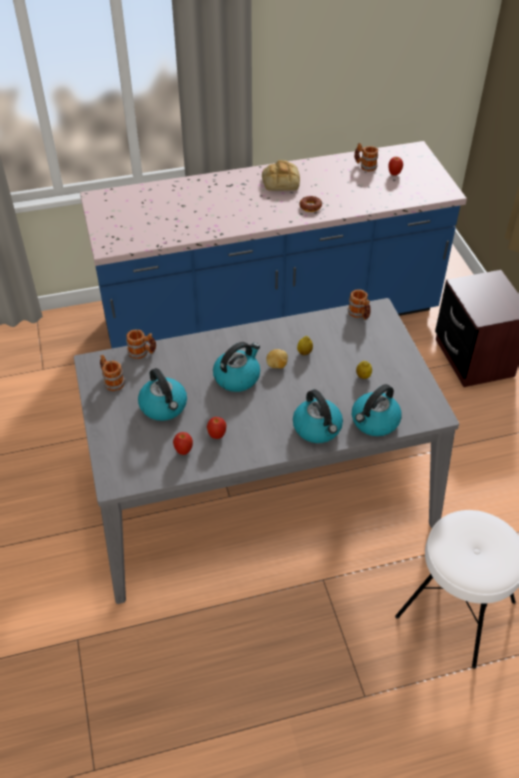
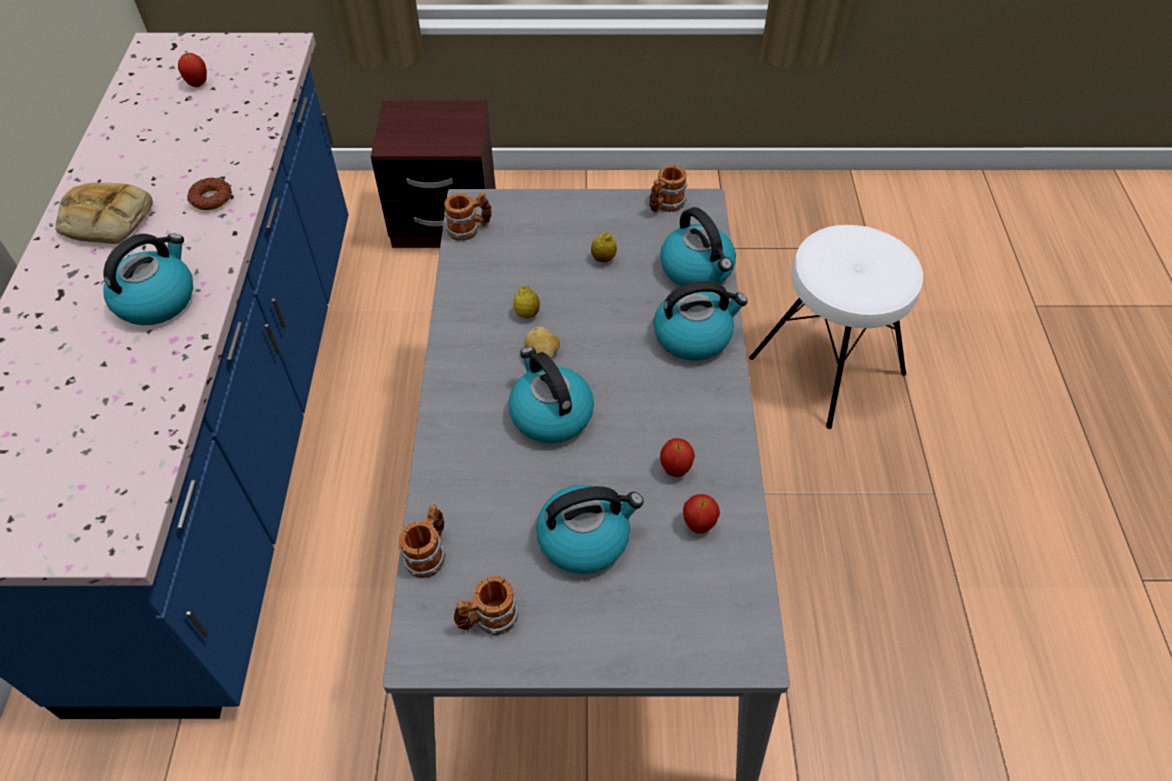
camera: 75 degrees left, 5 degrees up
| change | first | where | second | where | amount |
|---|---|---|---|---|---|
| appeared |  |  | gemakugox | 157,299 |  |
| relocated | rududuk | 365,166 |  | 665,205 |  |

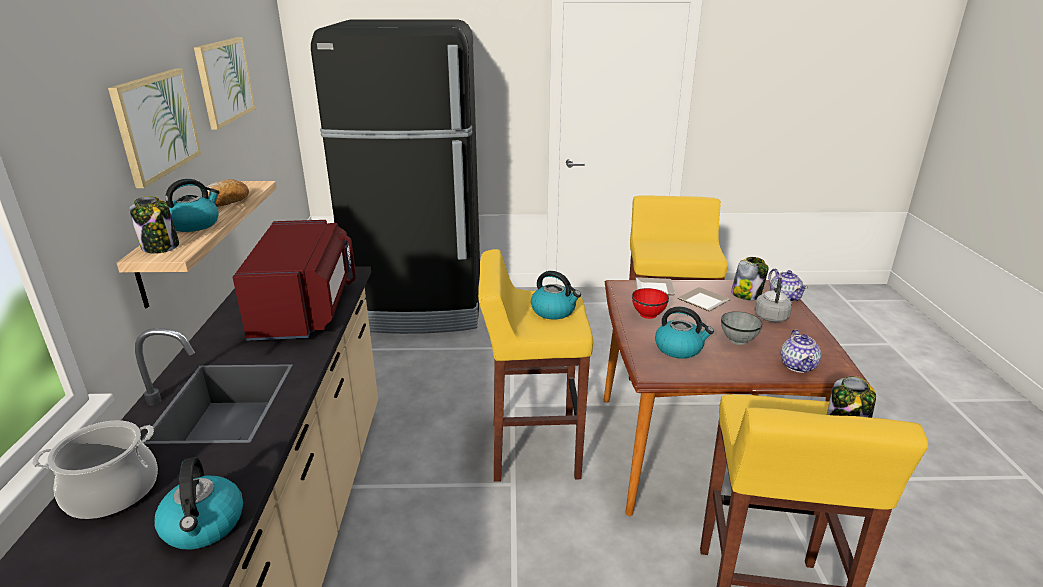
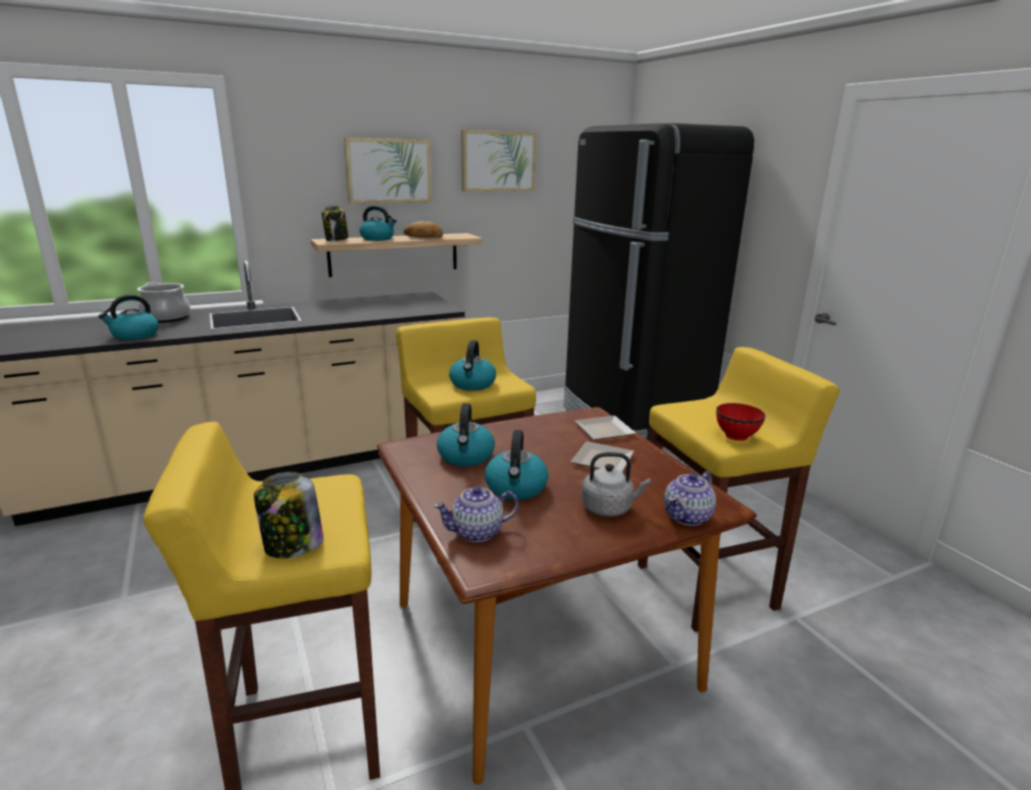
camera: 65 degrees right, 5 degrees down
| change | first | where | second | where | amount |
|---|---|---|---|---|---|
| exchanged | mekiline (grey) | 738,340 | gemakugox | 516,488 |  |
| relocated | mekiline (red) | 648,314 |  | 736,436 |  |
| missing | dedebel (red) | 306,308 |  |  |  |
| missing | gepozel | 746,295 |  |  |  |

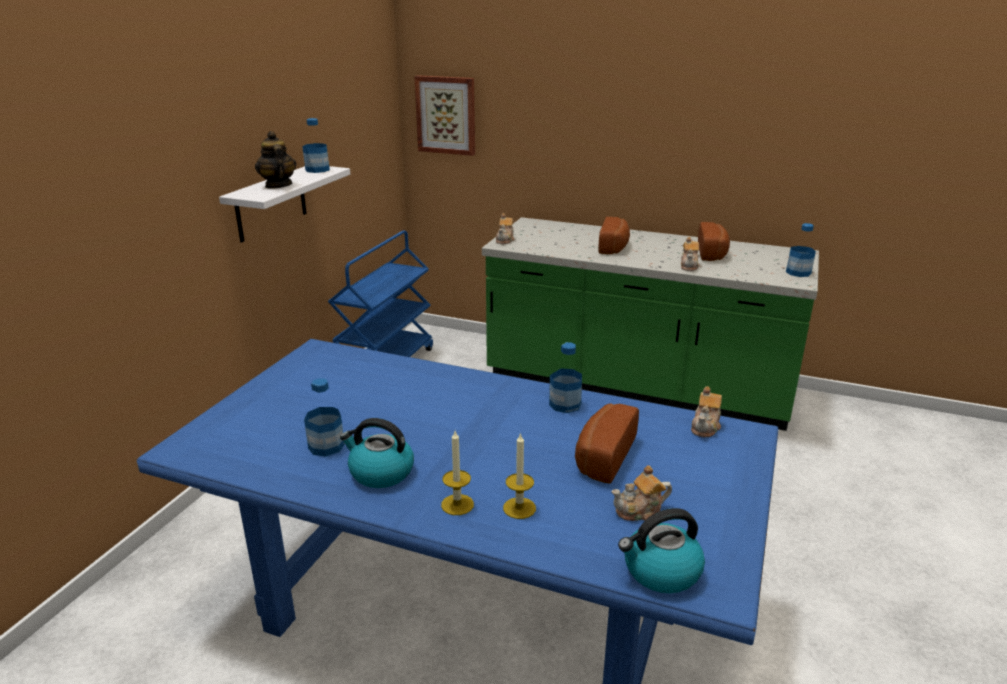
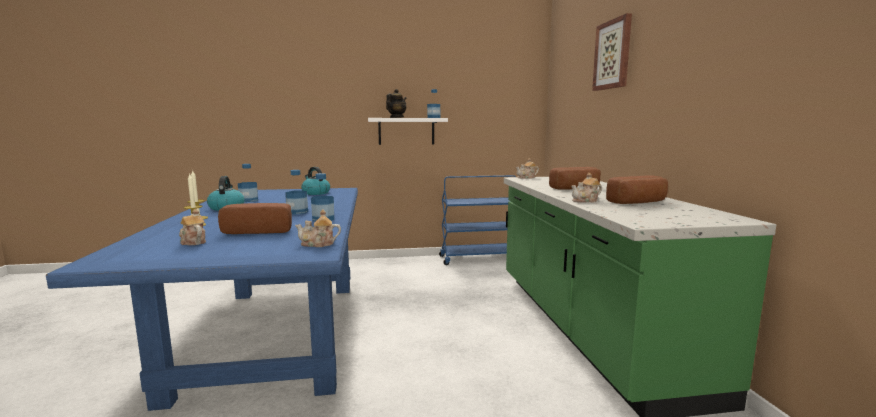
camera: 60 degrees right, 15 degrees down
| change | first | where | second | where | amount |
|---|---|---|---|---|---|
| relocated | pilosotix | 798,272 |  | 297,212 |  |
| relocated | gemakugox | 660,571 |  | 315,193 |  |
| relocated | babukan | 446,115 |  | 613,55 |  |

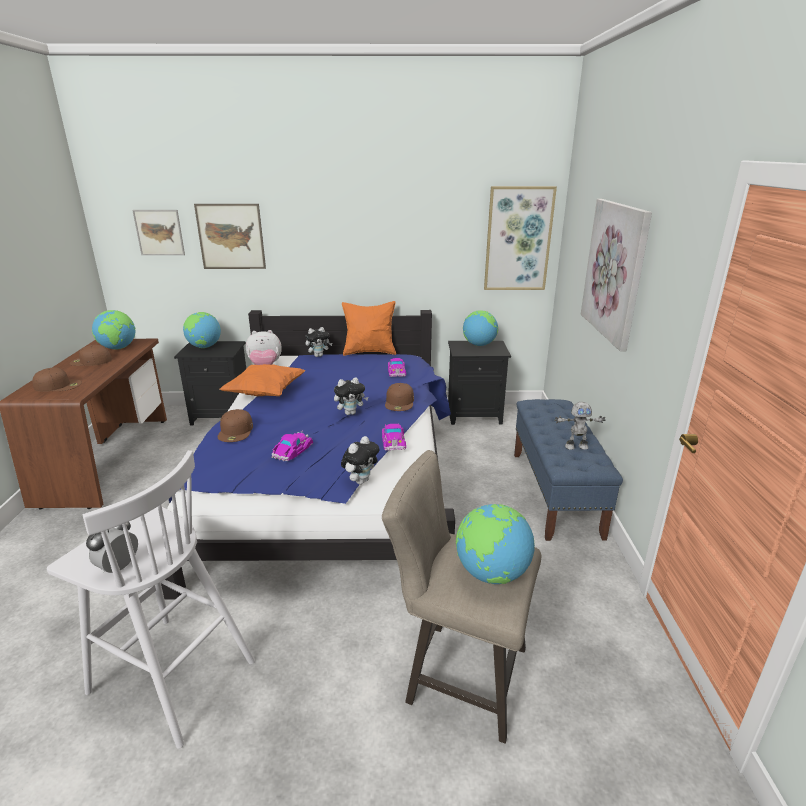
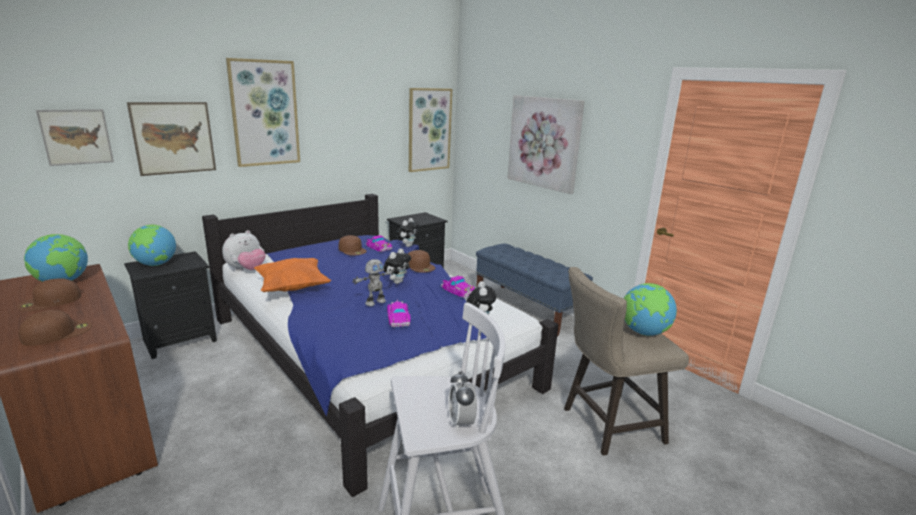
camera: 40 degrees left, 5 degrees down
| change | first | where | second | where | amount |
|---|---|---|---|---|---|
| appeared |  |  | babukan | 264,113 |  |
| relocated | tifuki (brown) | 236,431 |  | 352,250 |  |
| relocated | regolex | 576,446 |  | 375,302 |  |
| relocated | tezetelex | 319,355 |  | 408,246 |  |
| missing | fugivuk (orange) | 369,352 |  |  |  |
| missing | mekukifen | 479,345 |  |  |  |

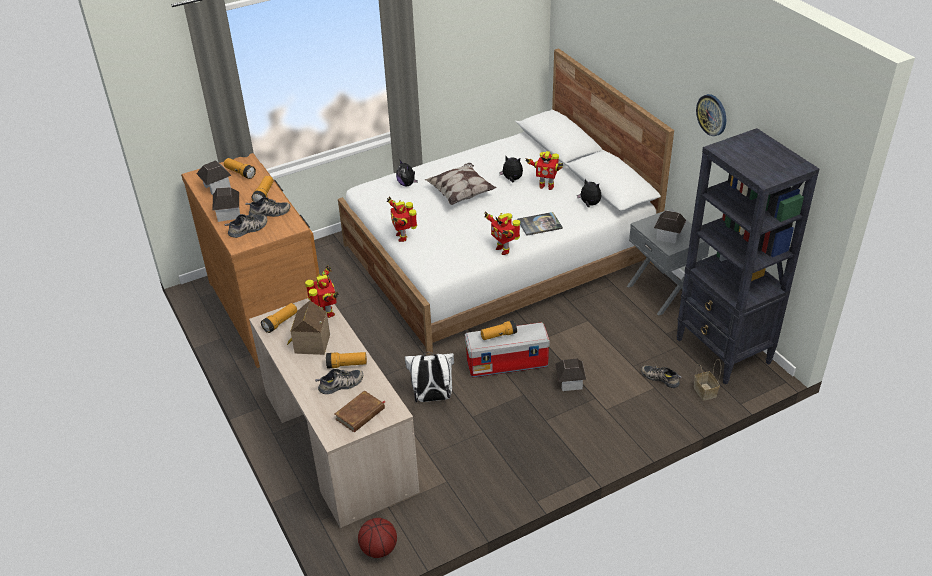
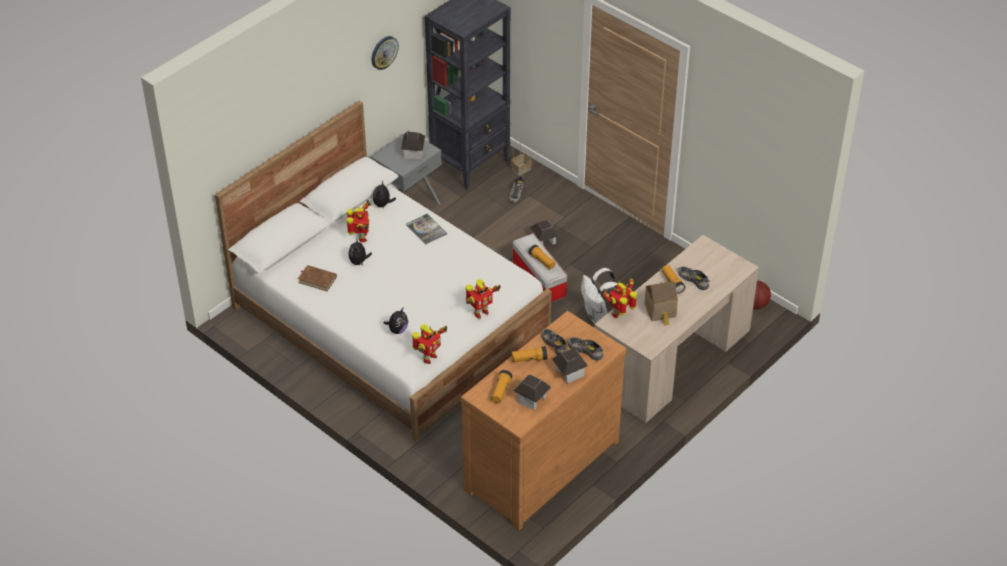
camera: 110 degrees left, 5 degrees up
| change | first | where | second | where | amount |
|---|---|---|---|---|---|
| relocated | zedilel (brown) | 360,414 |  | 317,280 |  |
| relocated | regolex | 503,249 |  | 428,358 |  |
| missing | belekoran | 280,322 |  |  |  |
| missing | fugivuk | 461,193 |  |  |  |

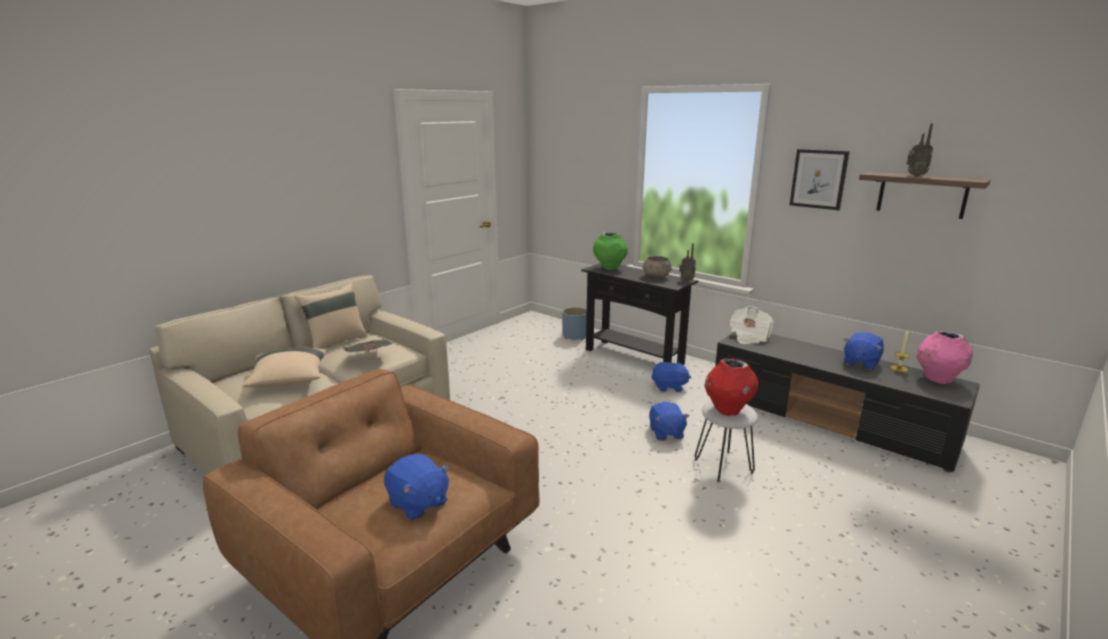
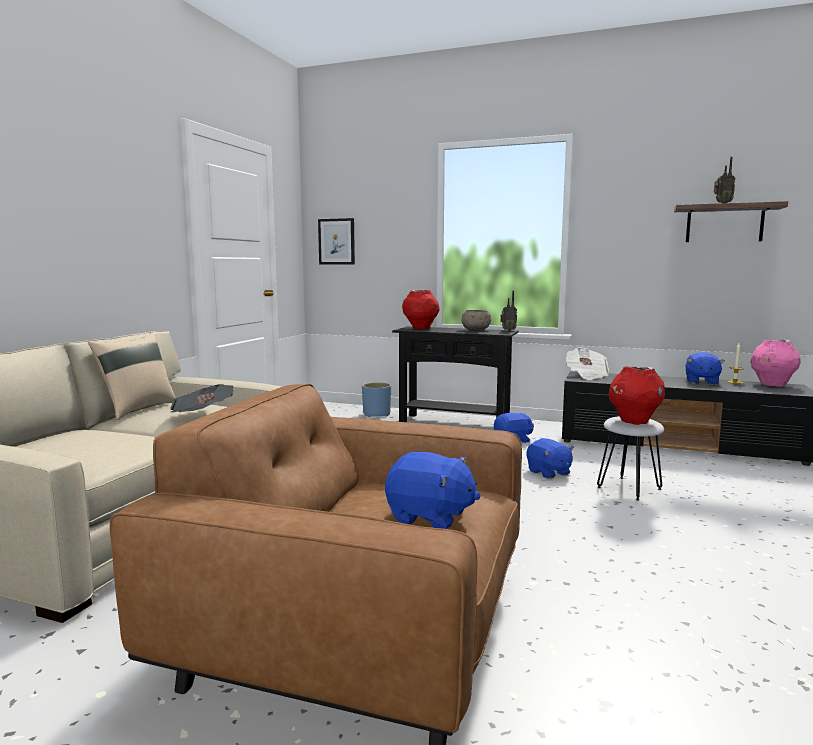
camera: 20 degrees left, 10 degrees down
| change | first | where | second | where | amount |
|---|---|---|---|---|---|
| relocated | babukan | 818,179 |  | 336,241 |  |
| colour | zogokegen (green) | 609,268 | zogokegen (red) | 421,328 |  |
| missing | fugivuk (beige) | 289,380 |  |  |  |

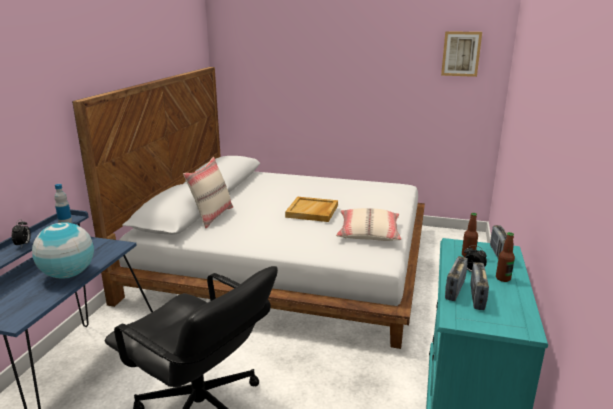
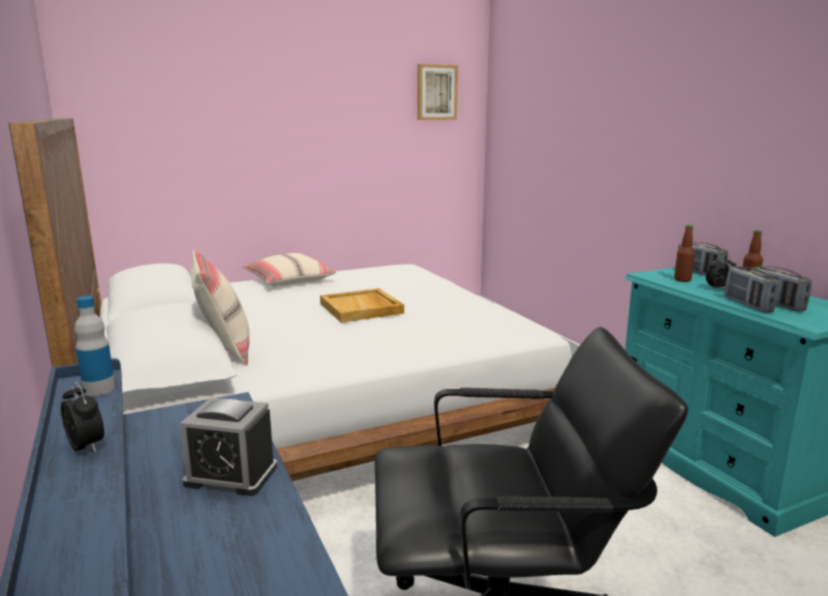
camera: 40 degrees left, 5 degrees down
| change | first | where | second | where | amount |
|---|---|---|---|---|---|
| exchanged | mekukifen | 68,274 | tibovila | 231,475 |  |
| relocated | fugivuk (beige) | 368,233 |  | 289,280 |  |

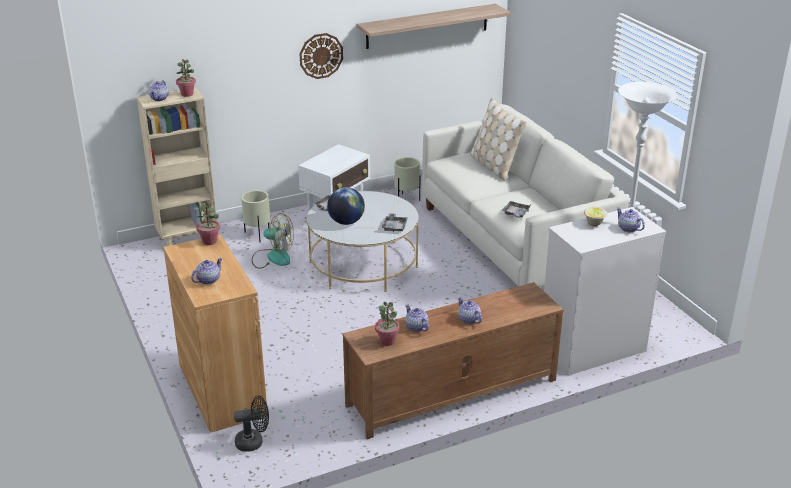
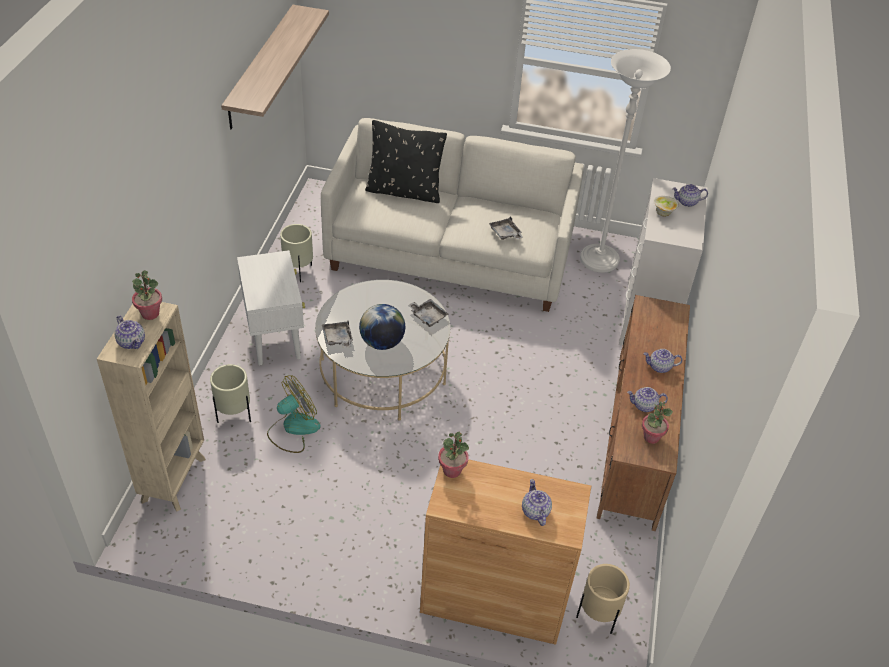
camera: 55 degrees left, 15 degrees up
| change | first | where | second | where | amount |
|---|---|---|---|---|---|
| colour | fugivuk (beige) | 494,166 | fugivuk (black) | 404,191 |  |
| exchanged | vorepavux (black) | 254,442 | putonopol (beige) | 597,616 |  |
| missing | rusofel | 321,55 |  |  |  |

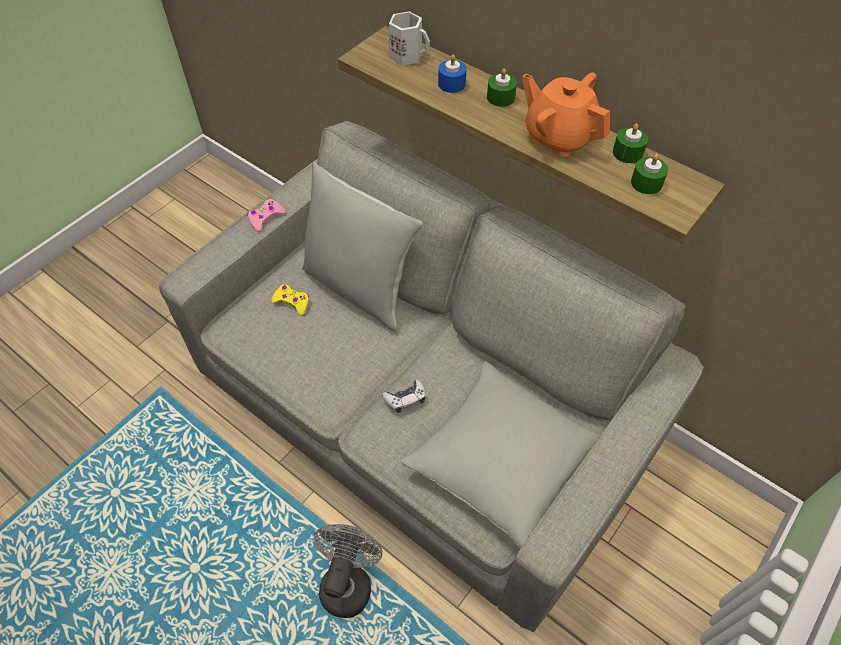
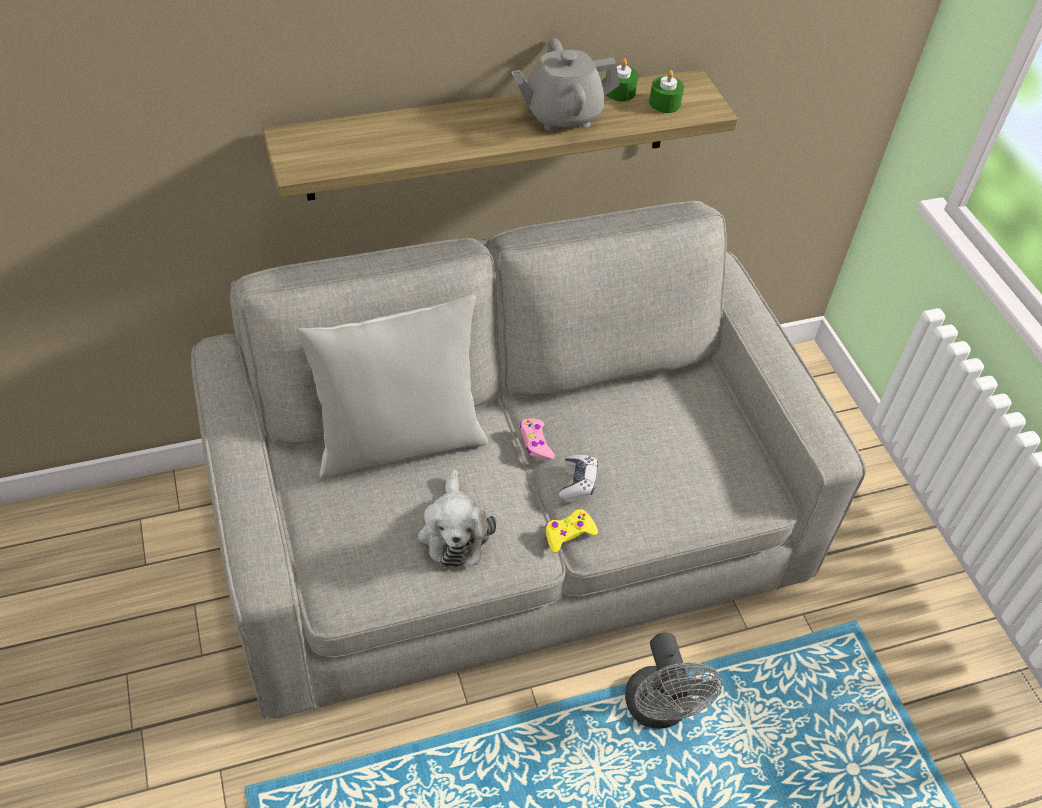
camera: 60 degrees left, 5 degrees down
| change | first | where | second | where | amount |
|---|---|---|---|---|---|
| appeared |  |  | tezetelex | 454,531 |  |
| colour | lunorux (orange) | 559,137 | lunorux (grey) | 561,115 |  |
| relocated | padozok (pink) | 266,218 |  | 535,443 |  |
| relocated | padozok (yellow) | 292,302 |  | 568,534 |  |
| spun | vorepavux (grey) | 348,581 |  | 659,711 | 150 degrees counterclockwise |
| missing | rududuk (white) | 407,55 |  |  |  |
| missing | fugivuk (grey) | 502,462 |  |  |  |
| missing | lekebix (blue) | 451,84 |  |  |  |
| missing | lekebix (green) | 500,97 |  |  |  |

